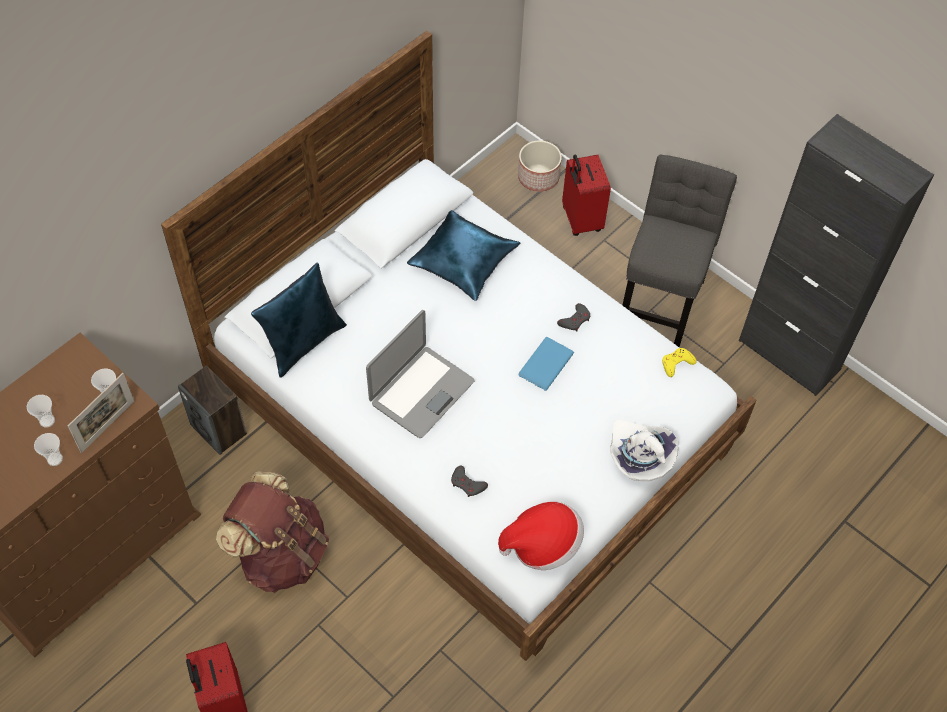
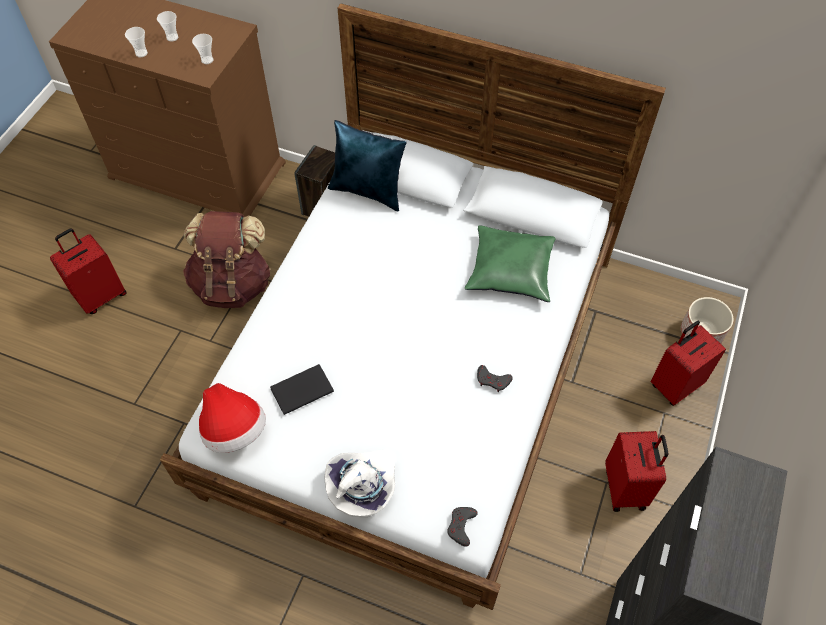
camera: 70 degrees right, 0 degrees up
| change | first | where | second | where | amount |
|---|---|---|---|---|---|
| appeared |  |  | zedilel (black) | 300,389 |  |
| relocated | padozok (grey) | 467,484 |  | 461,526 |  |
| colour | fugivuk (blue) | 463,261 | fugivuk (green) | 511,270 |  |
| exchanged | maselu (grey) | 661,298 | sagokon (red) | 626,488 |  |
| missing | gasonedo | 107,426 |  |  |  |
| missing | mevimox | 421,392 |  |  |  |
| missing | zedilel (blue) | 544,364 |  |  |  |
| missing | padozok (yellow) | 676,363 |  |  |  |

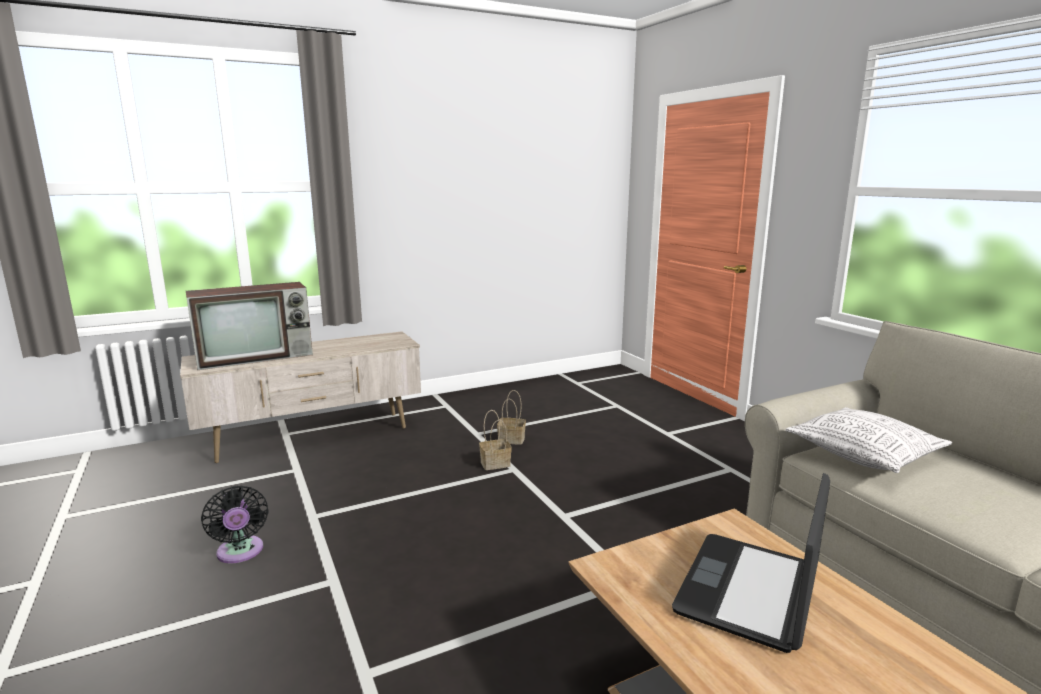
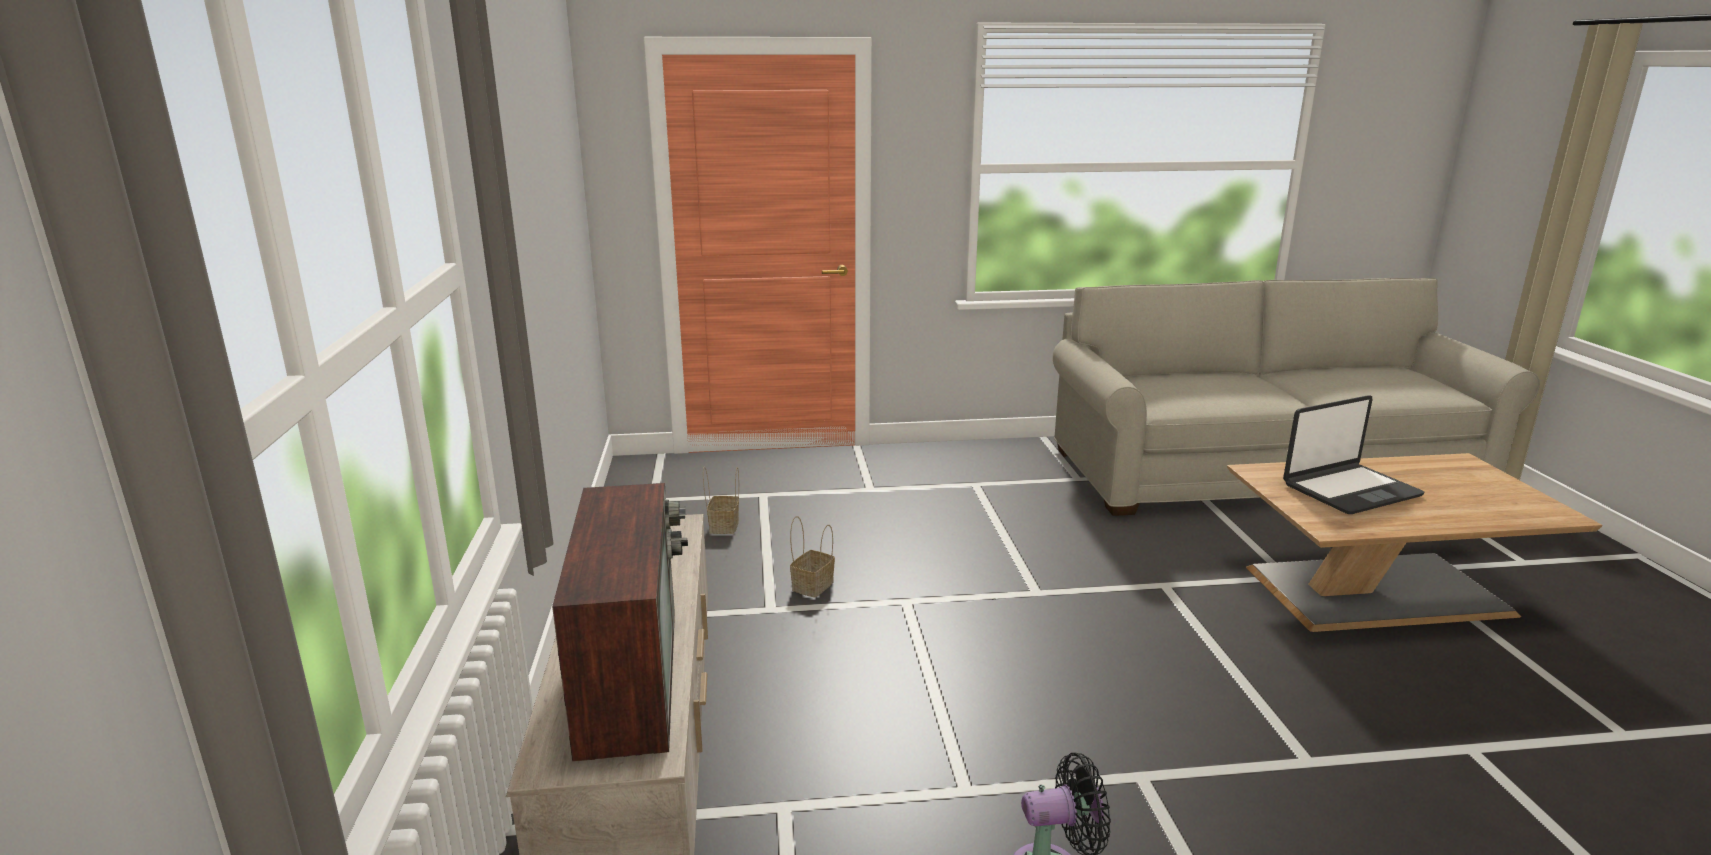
camera: 70 degrees left, 5 degrees up
| change | first | where | second | where | amount |
|---|---|---|---|---|---|
| relocated | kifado | 496,463 |  | 723,525 |  |
| spun | mevimox | 749,591 |  | 1350,490 | 75 degrees counterclockwise |
| missing | fugivuk | 864,455 |  |  |  |

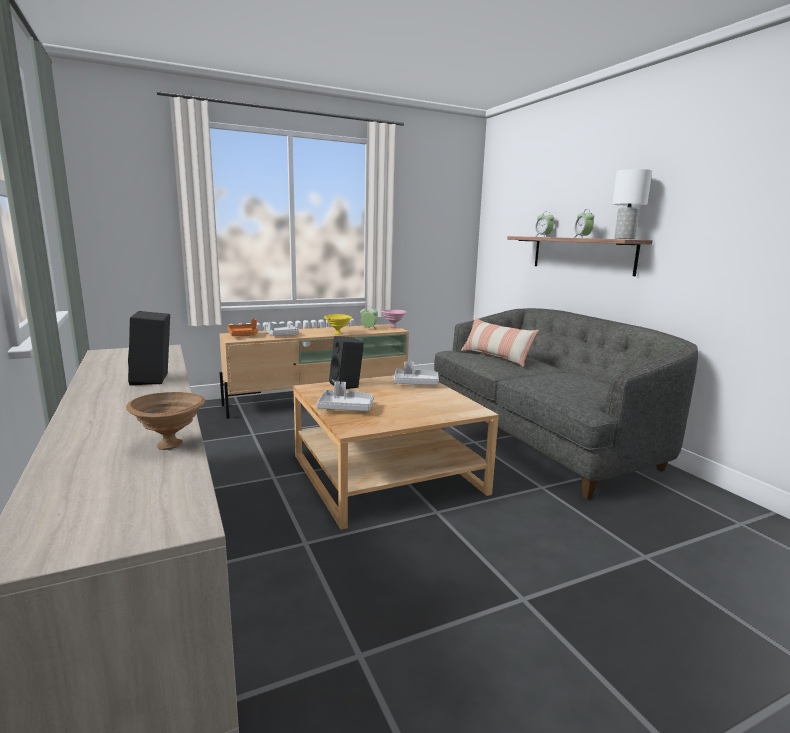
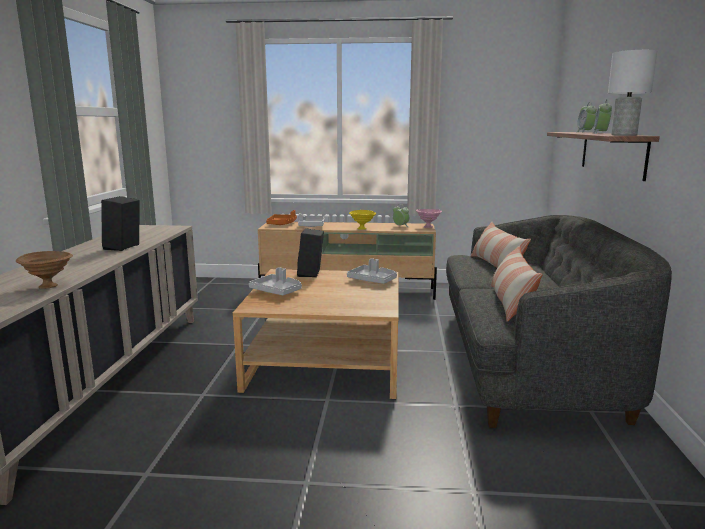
camera: 30 degrees right, 0 degrees up
| change | first | where | second | where | amount |
|---|---|---|---|---|---|
| appeared |  |  | fugivuk | 510,302 |  |

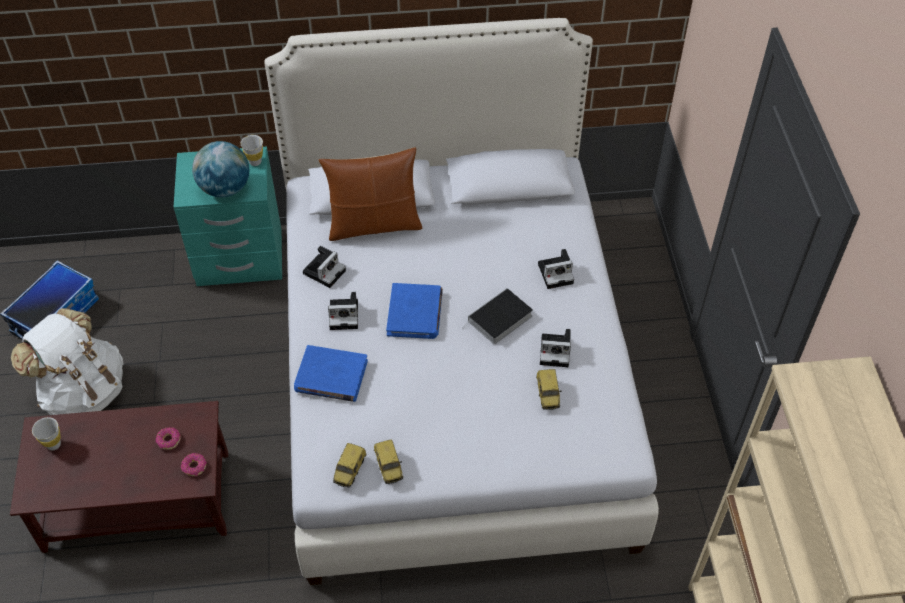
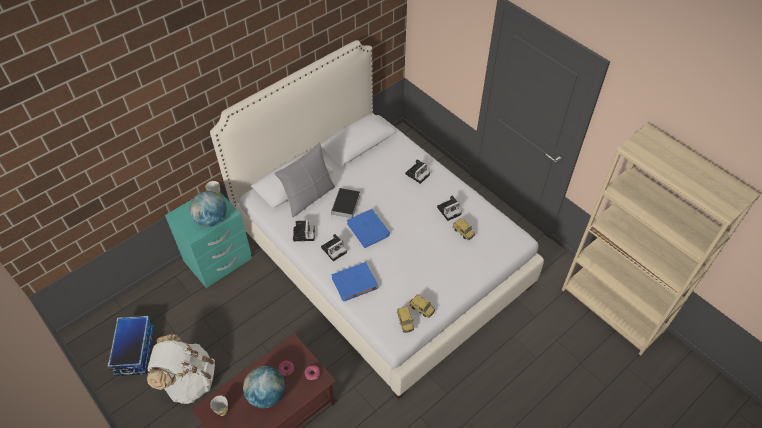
camera: 35 degrees left, 0 degrees up
| change | first | where | second | where | amount |
|---|---|---|---|---|---|
| appeared |  |  | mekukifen | 266,395 |  |
| colour | fugivuk (brown) | 374,225 | fugivuk (grey) | 308,197 |  |
| relocated | zedilel | 499,320 |  | 345,205 |  |

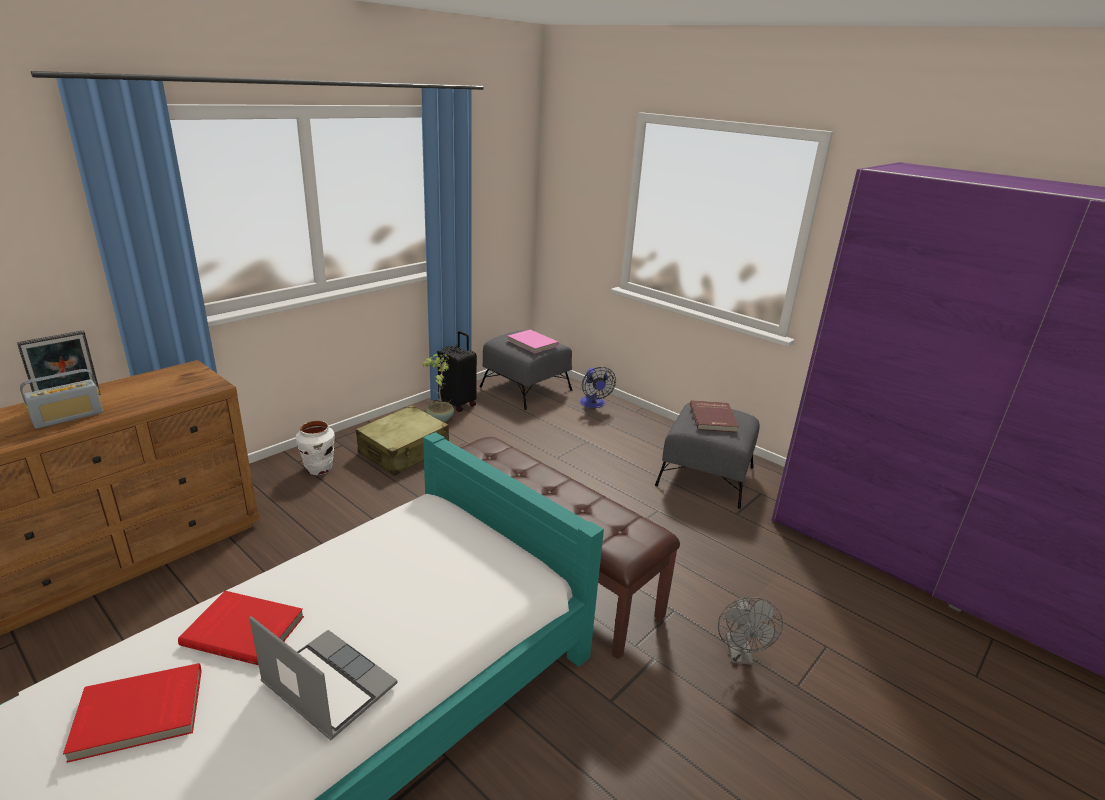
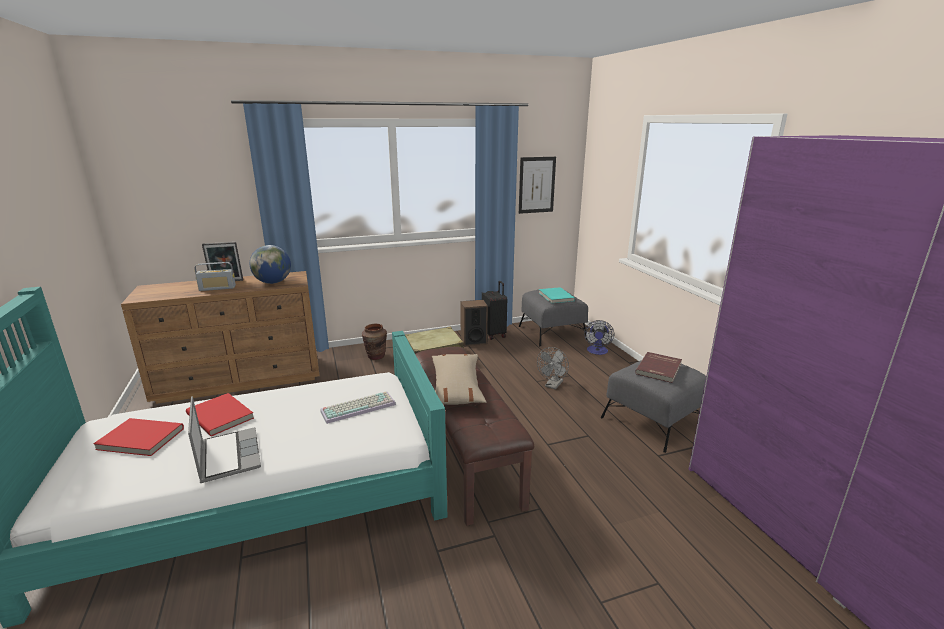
camera: 30 degrees right, 5 degrees down
| change | first | where | second | where | amount |
|---|---|---|---|---|---|
| appeared |  |  | mekukifen | 273,282 |  |
| appeared |  |  | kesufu | 359,407 |  |
| colour | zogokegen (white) | 319,469 | zogokegen (brown) | 376,356 |  |
| appeared |  |  | fugivuk (beige) | 456,387 |  |
| exchanged | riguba | 439,419 | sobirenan | 473,341 |  |
| appeared |  |  | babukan | 536,185 |  |
| relocated | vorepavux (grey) | 740,655 |  | 553,385 |  |
| colour | zedilel (pink) | 531,343 | zedilel (turquoise) | 555,297 |  |

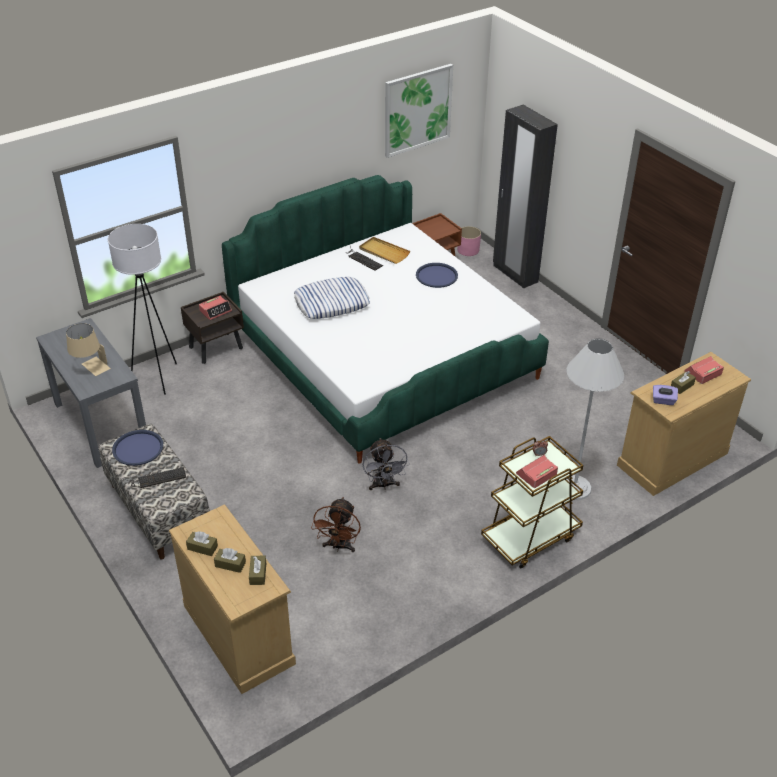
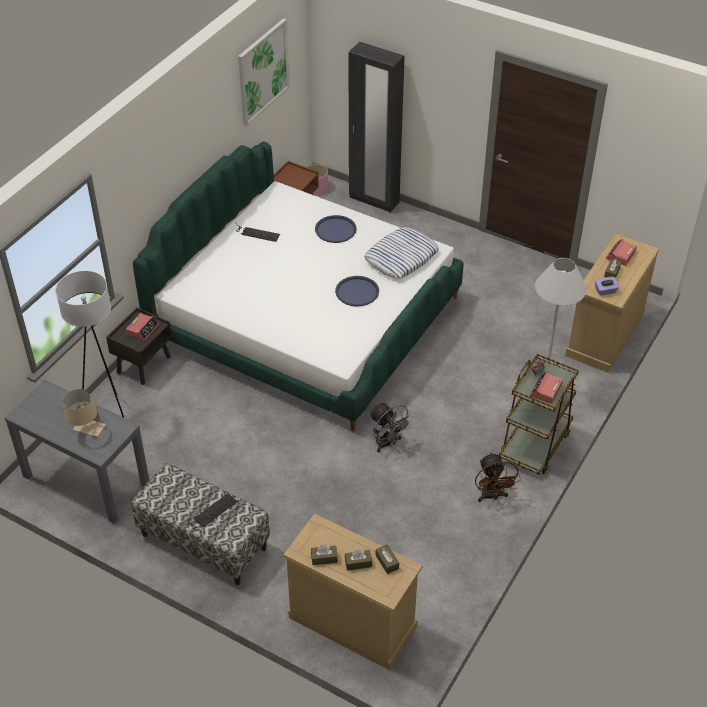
camera: 25 degrees left, 5 degrees up
| change | first | where | second | where | amount |
|---|---|---|---|---|---|
| relocated | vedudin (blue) | 138,448 |  | 357,292 |  |
| relocated | fugivuk | 332,303 |  | 401,257 |  |
| relocated | vorepavux (brown) | 339,546 |  | 492,496 |  |
| missing | vedudin (beige) | 383,252 |  |  |  |

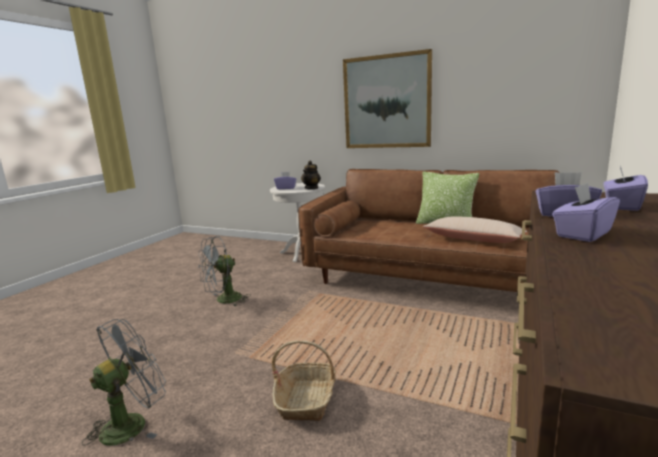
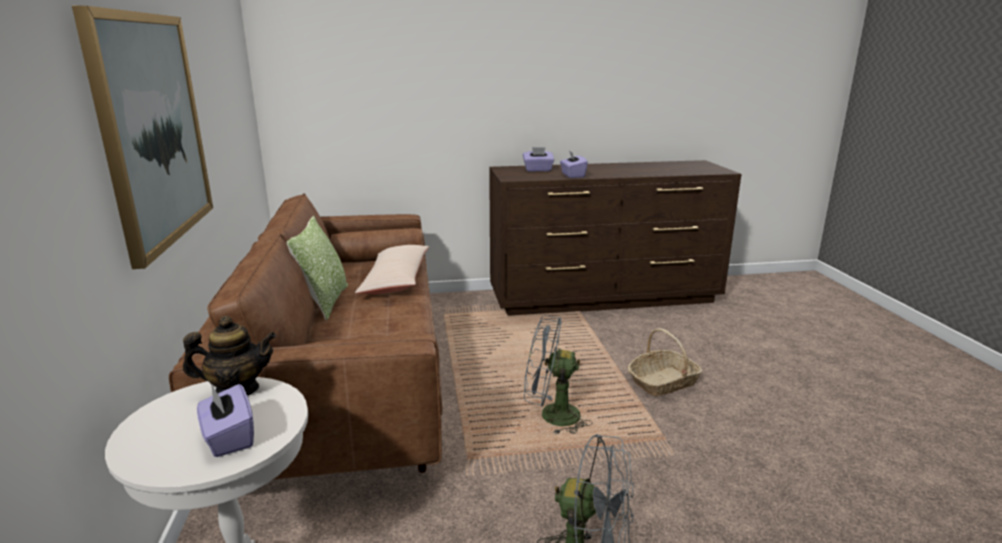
camera: 125 degrees left, 5 degrees up
| change | first | where | second | where | amount |
|---|---|---|---|---|---|
| relocated | vorepavux (grey) | 132,423 |  | 551,416 |  |
| missing | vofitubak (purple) | 582,234 |  |  |  |

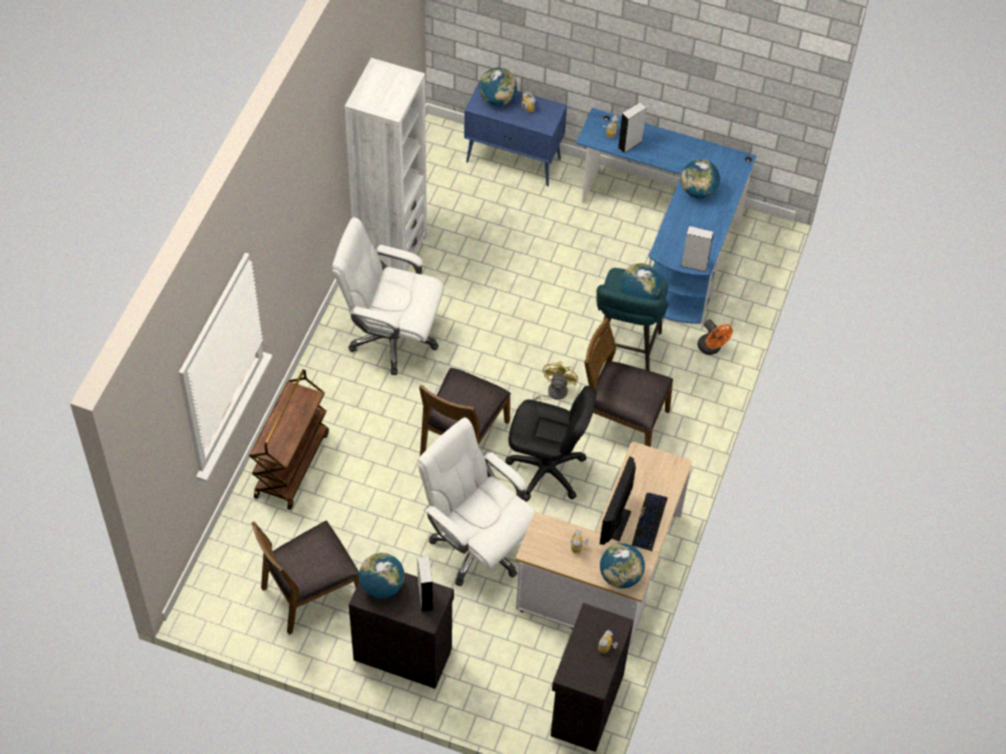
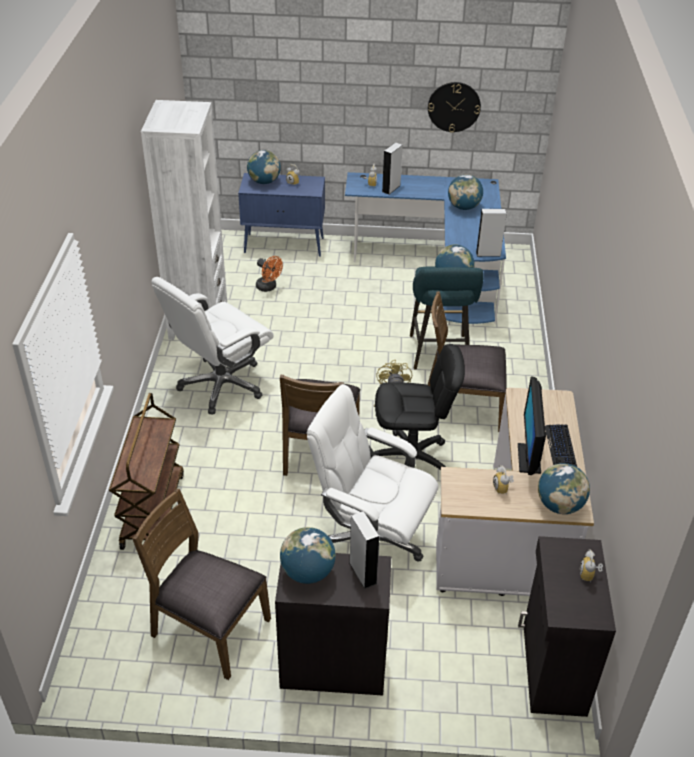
camera: 15 degrees left, 15 degrees down
| change | first | where | second | where | amount |
|---|---|---|---|---|---|
| spun | maselu (brown) | 311,592 |  | 209,628 | 75 degrees clockwise |
| spun | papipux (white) | 391,337 |  | 221,385 | 45 degrees counterclockwise |
| relocated | vorepavux (orange) | 711,348 |  | 268,287 |  |
| appeared |  |  | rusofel | 454,106 |  |

